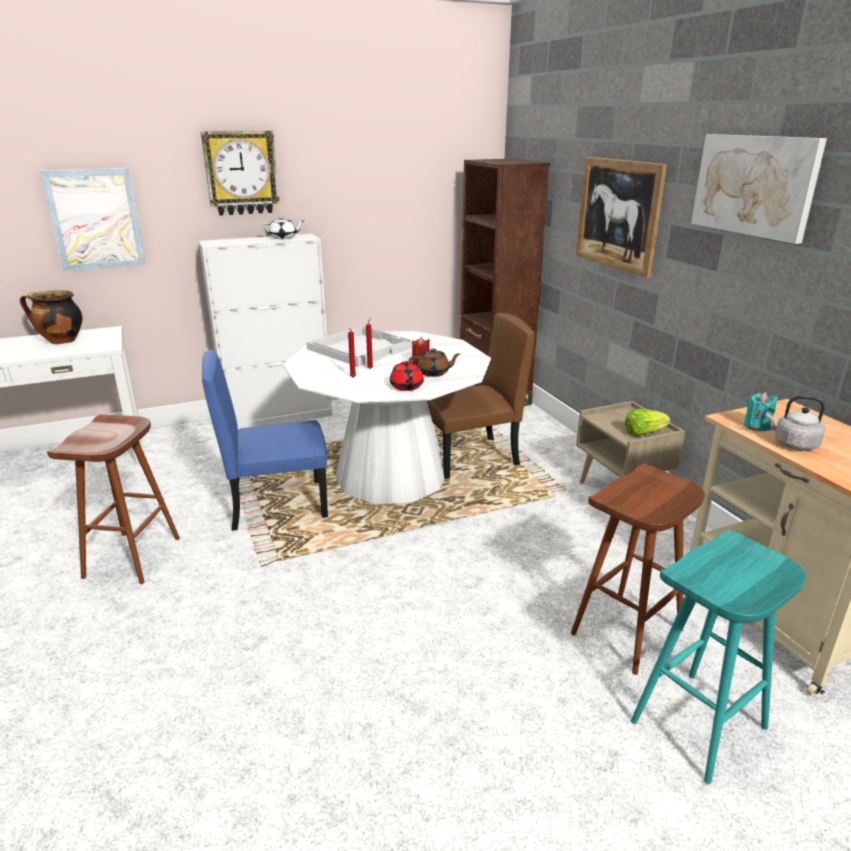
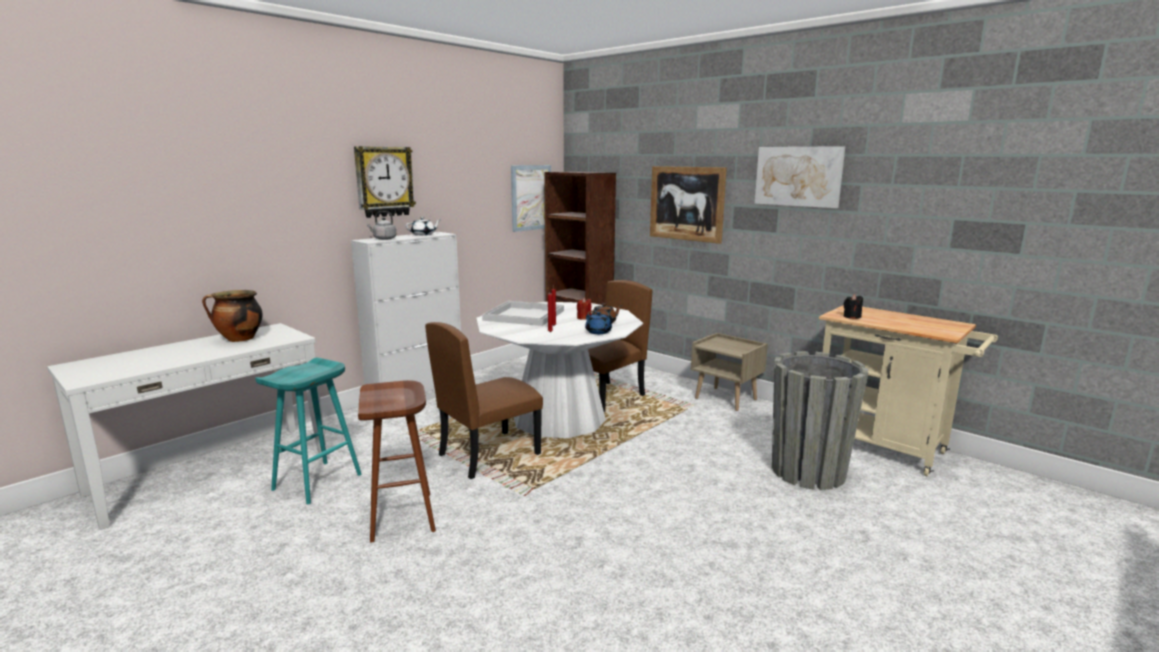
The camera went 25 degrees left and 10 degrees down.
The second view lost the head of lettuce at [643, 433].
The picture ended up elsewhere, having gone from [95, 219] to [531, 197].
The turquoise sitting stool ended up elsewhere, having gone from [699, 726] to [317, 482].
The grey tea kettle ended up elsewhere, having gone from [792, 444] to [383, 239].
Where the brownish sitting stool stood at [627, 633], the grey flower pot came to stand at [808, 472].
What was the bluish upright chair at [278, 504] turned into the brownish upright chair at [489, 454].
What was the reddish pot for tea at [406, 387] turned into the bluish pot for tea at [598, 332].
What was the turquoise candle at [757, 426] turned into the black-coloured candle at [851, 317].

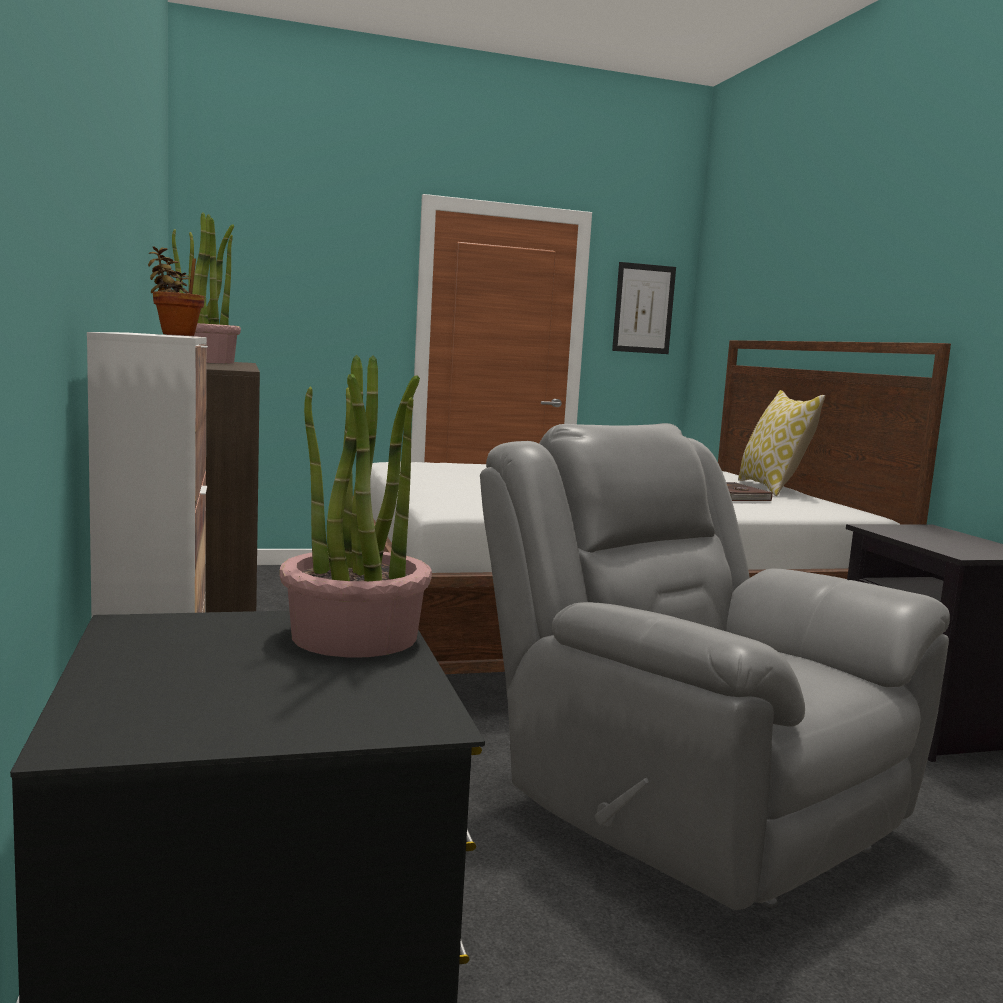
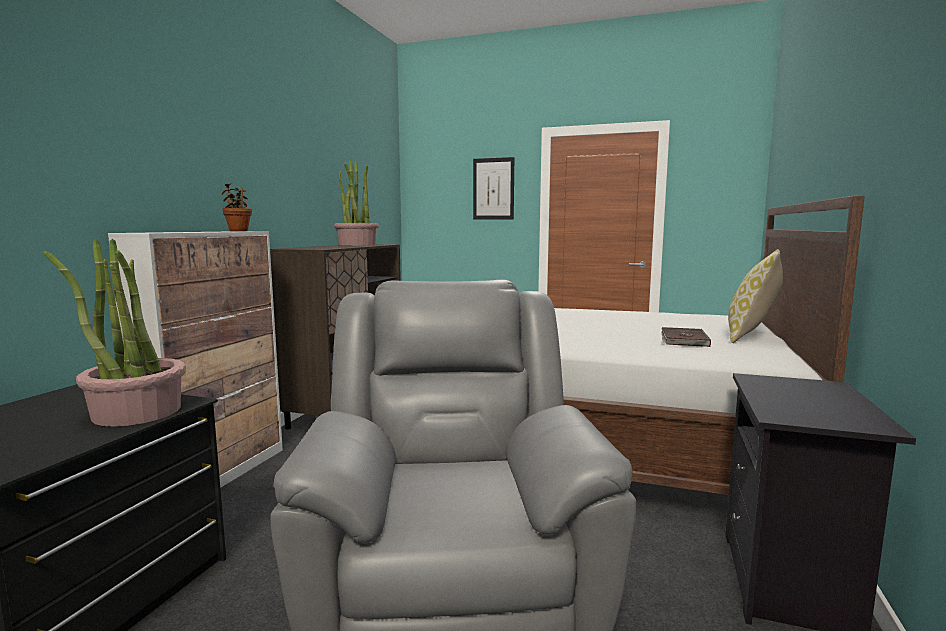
The camera went 35 degrees right and 0 degrees up.
The picture ended up elsewhere, having gone from [643, 308] to [493, 189].

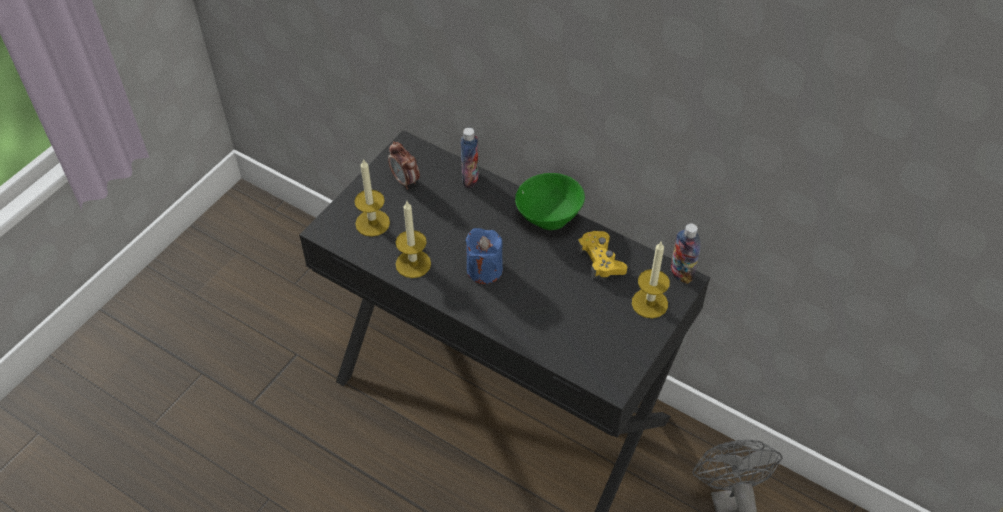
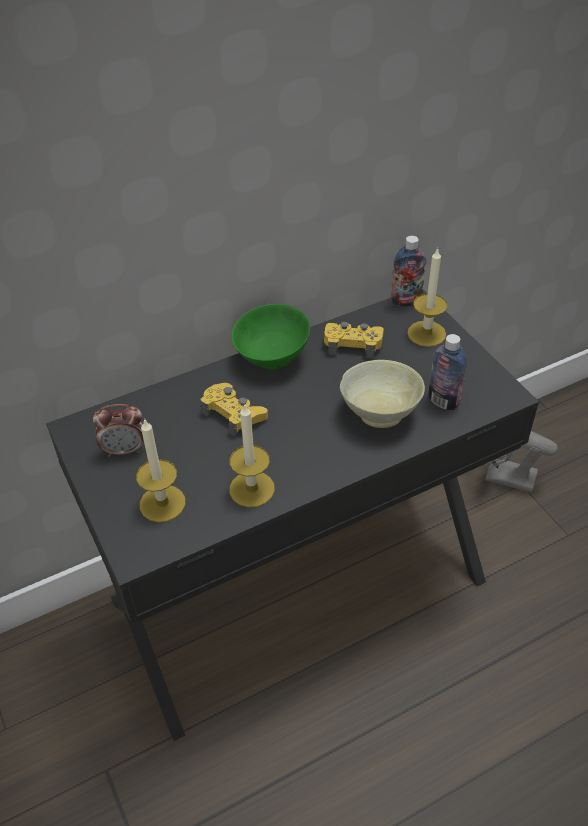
The camera went 60 degrees left and 5 degrees down.
The second view lost the bluish candle at [484, 269].
The second view gained the yellow-coloured joypad at [233, 414].
The second view gained the beige serving bowl at [381, 412].
The beverage bottle ended up elsewhere, having gone from [470, 179] to [443, 401].

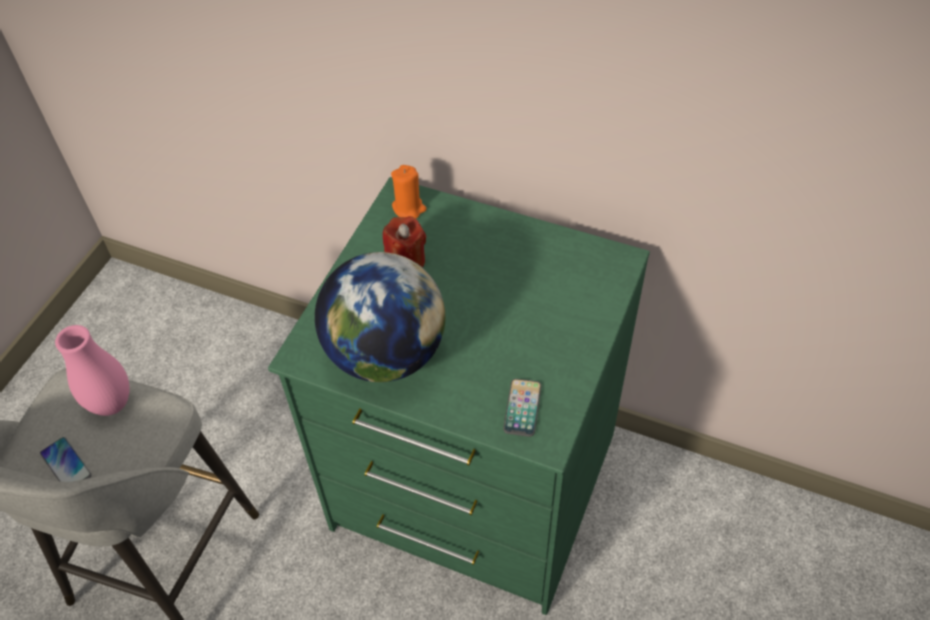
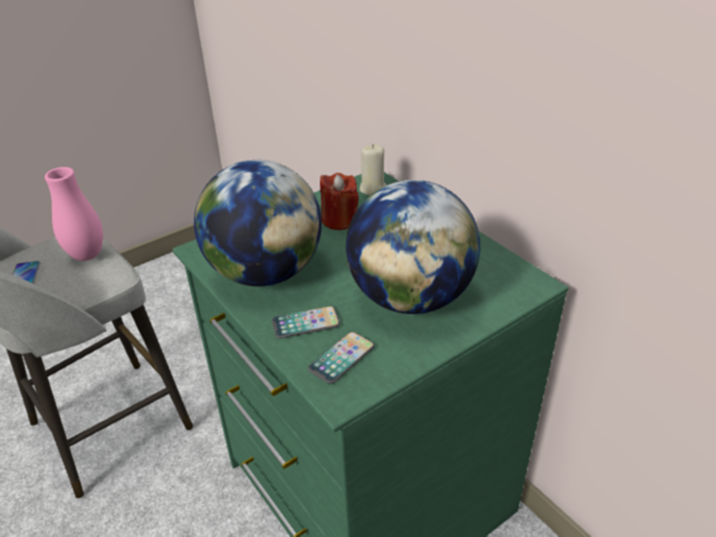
The camera went 30 degrees right and 15 degrees down.
The second view gained the phone at [305, 323].
The second view gained the desk globe at [410, 298].
What was the orange-coloured candle at [409, 208] turned into the beige candle at [373, 189].

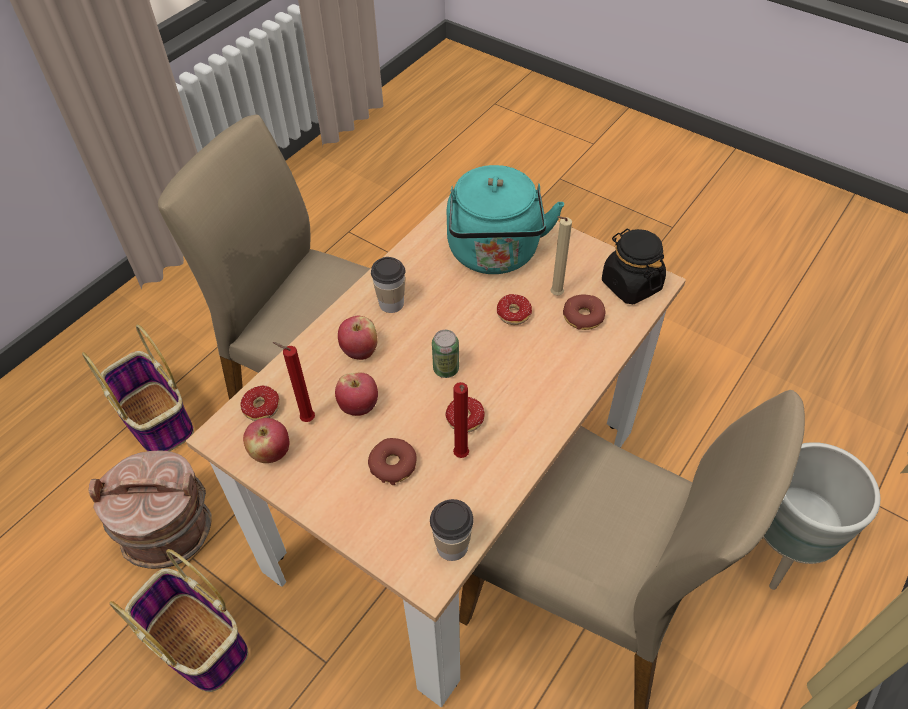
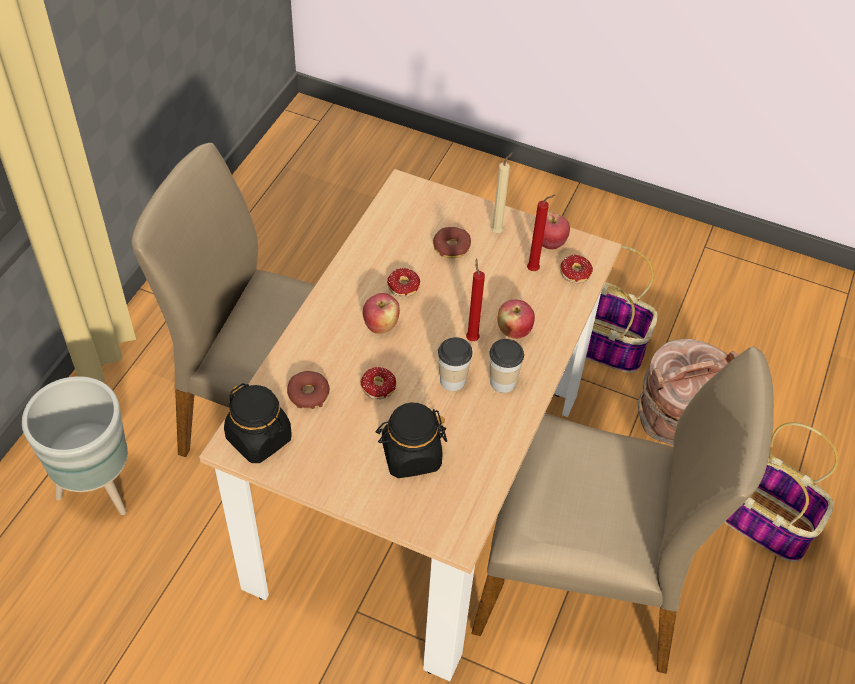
The camera went 165 degrees right and 0 degrees up.
The second view lost the can at [446, 369].
The apple fruit ended up elsewhere, having gone from [359, 406] to [381, 325].
The cup ended up elsewhere, having gone from [452, 546] to [452, 380].
The reddish candle ended up elsewhere, having gone from [461, 457] to [471, 337].
The beige candle ended up elsewhere, having gone from [554, 295] to [498, 231].
Where the turquoise tea kettle stood at [495, 254], the black-coloured jar came to stand at [411, 456].

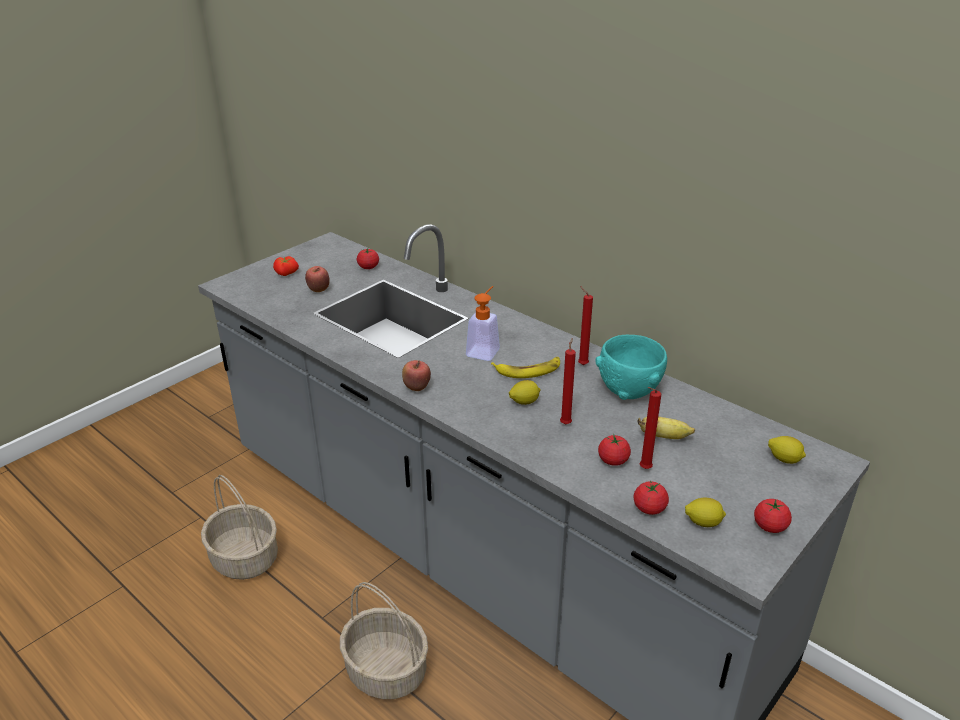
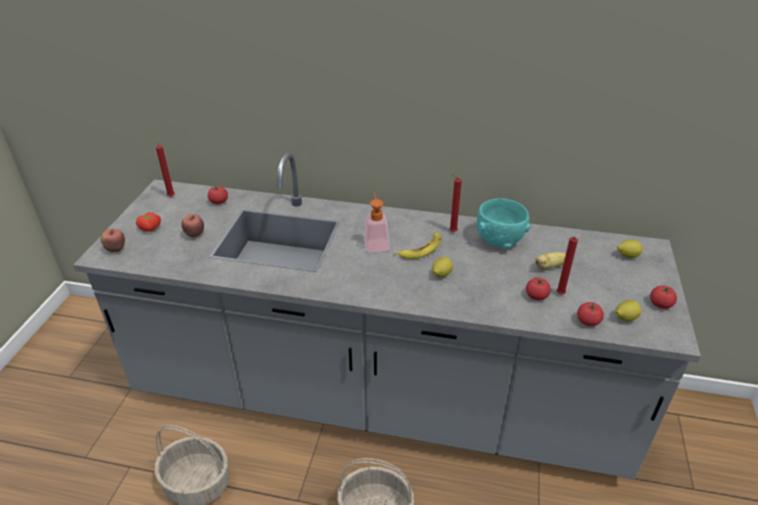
The camera went 30 degrees left and 5 degrees up.
The apple fruit ended up elsewhere, having gone from [416, 388] to [116, 250].
The reddish candle ended up elsewhere, having gone from [566, 423] to [171, 196].

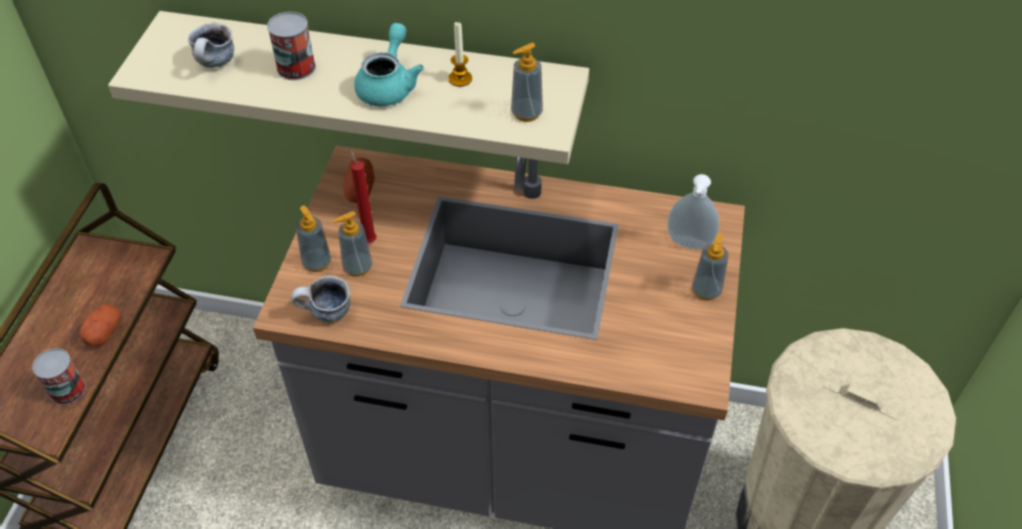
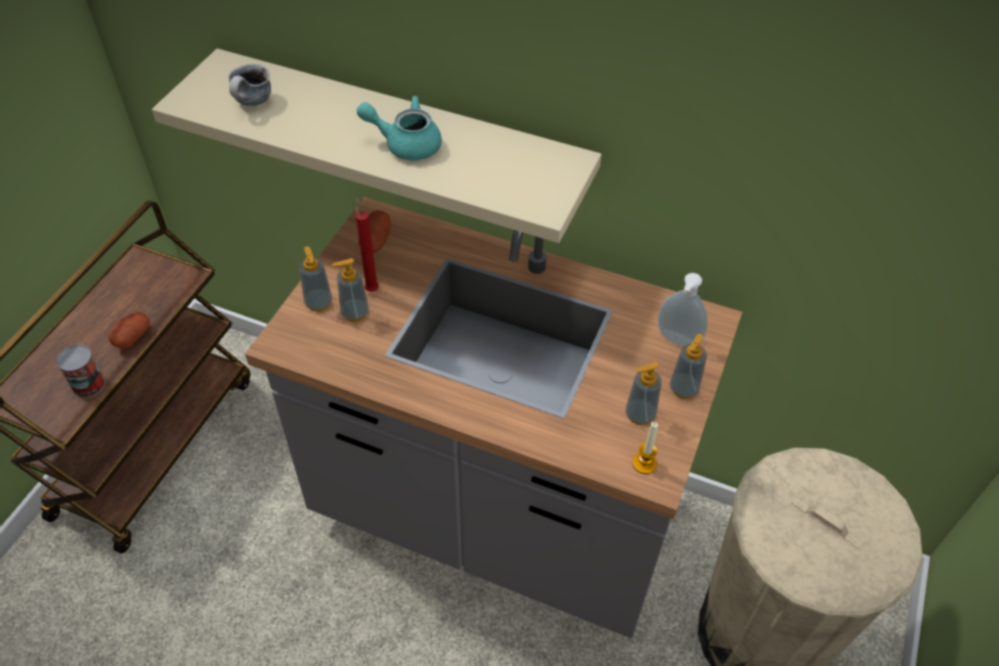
The camera went 10 degrees right and 0 degrees up.
The second view lost the can at [296, 67].
The second view lost the mug at [325, 314].
The candle ended up elsewhere, having gone from [460, 79] to [644, 463].
The soap dispenser ended up elsewhere, having gone from [526, 113] to [640, 414].
The turquoise pot for tea at [389, 85] ended up facing another way, 105 degrees counterclockwise from before.

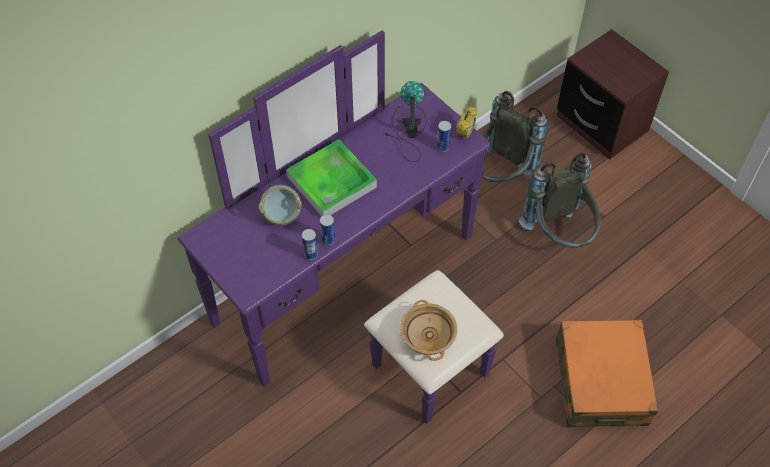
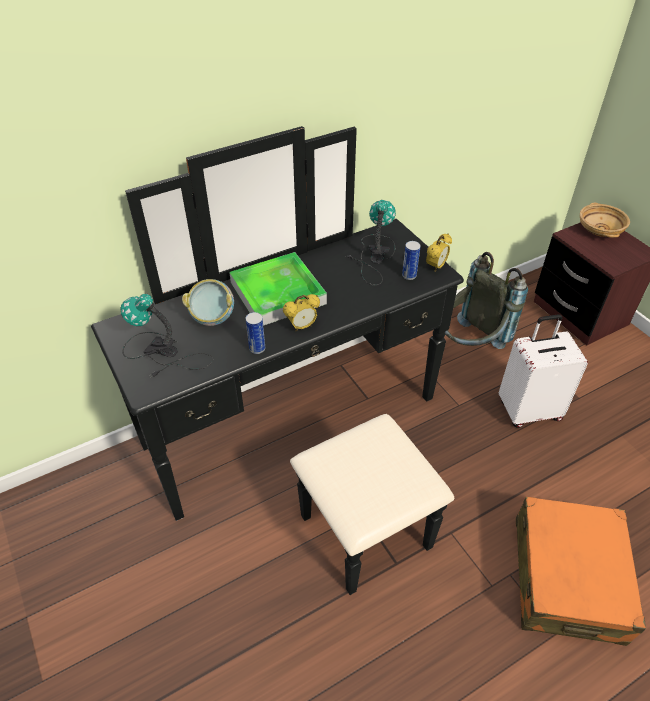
The camera went 10 degrees right and 10 degrees down.
The second view lost the can at [311, 254].
The second view gained the lamp for a table at [163, 353].
The second view gained the bedside clock at [302, 326].
The beige serving bowl ended up elsewhere, having gone from [427, 336] to [599, 229].
Where the grey backpack stood at [559, 235], the whitish piece of luggage came to stand at [528, 410].
What was the purplish chest of drawers at [364, 298] turned into the black-coloured chest of drawers at [308, 443].

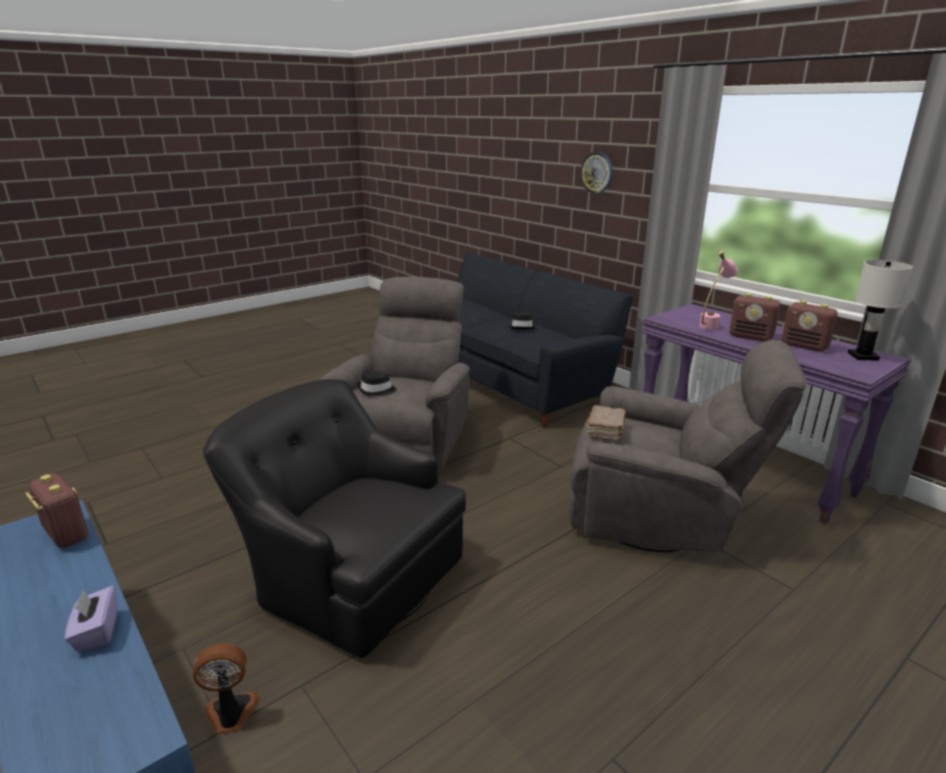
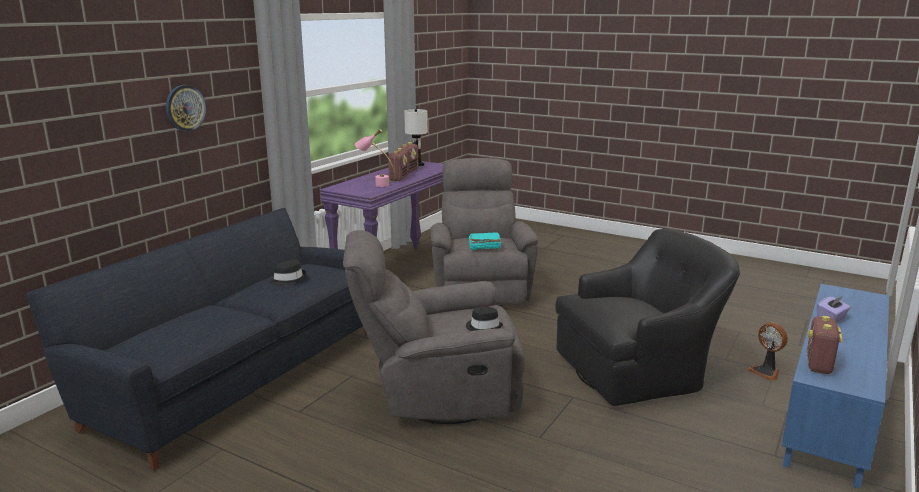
The camera went 110 degrees left and 5 degrees down.
What was the brownish book at [606, 430] turned into the turquoise book at [484, 247].
The black-coloured lounge chair at [349, 575] ended up facing another way, 120 degrees counterclockwise from before.

